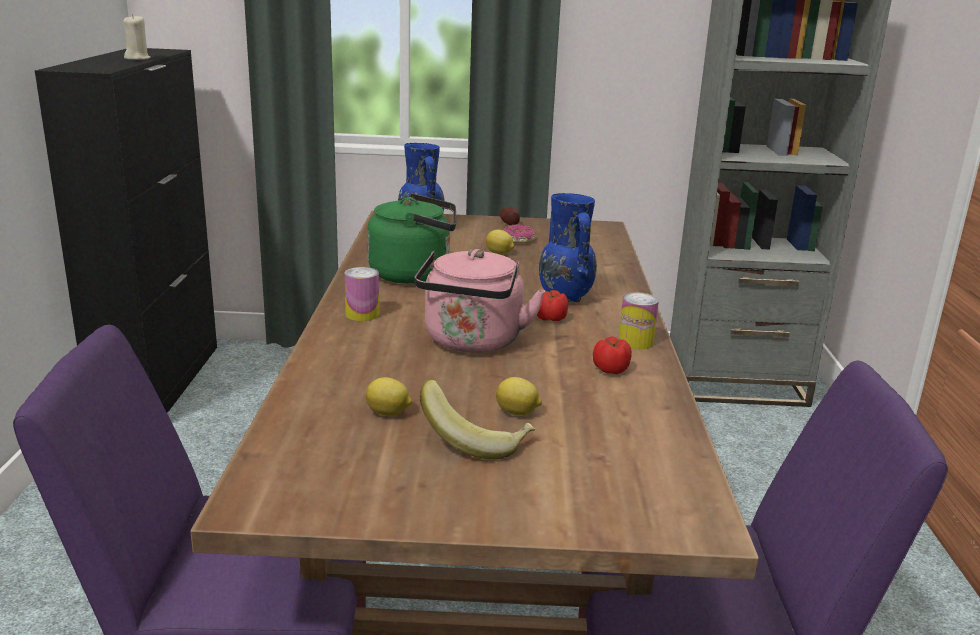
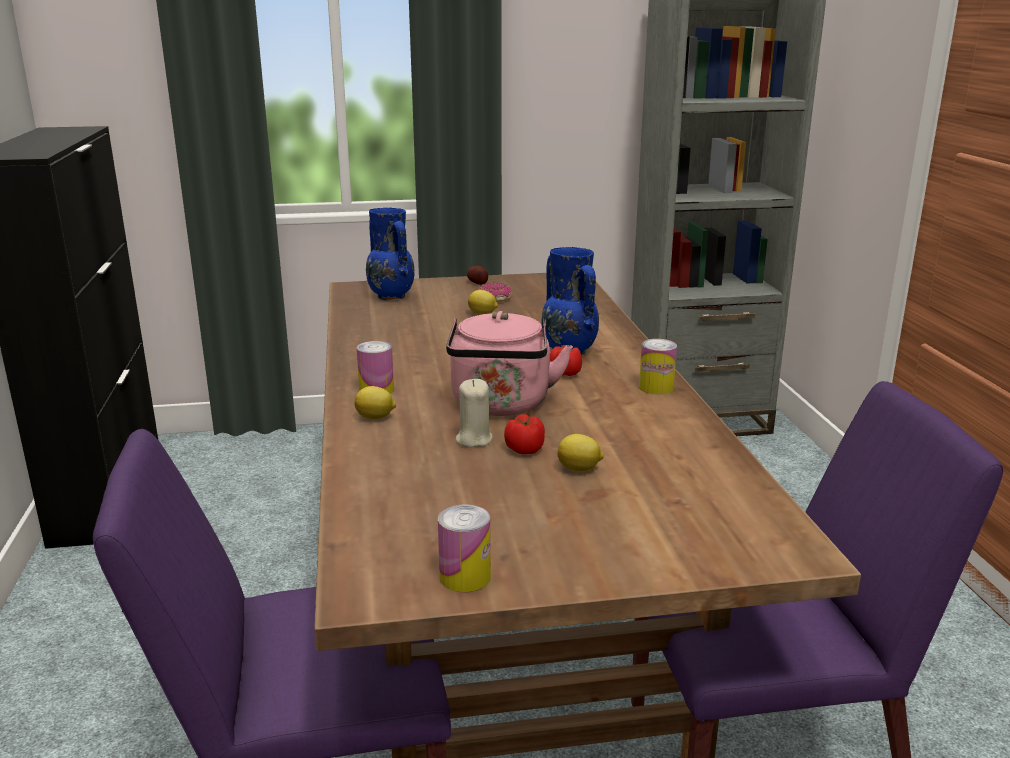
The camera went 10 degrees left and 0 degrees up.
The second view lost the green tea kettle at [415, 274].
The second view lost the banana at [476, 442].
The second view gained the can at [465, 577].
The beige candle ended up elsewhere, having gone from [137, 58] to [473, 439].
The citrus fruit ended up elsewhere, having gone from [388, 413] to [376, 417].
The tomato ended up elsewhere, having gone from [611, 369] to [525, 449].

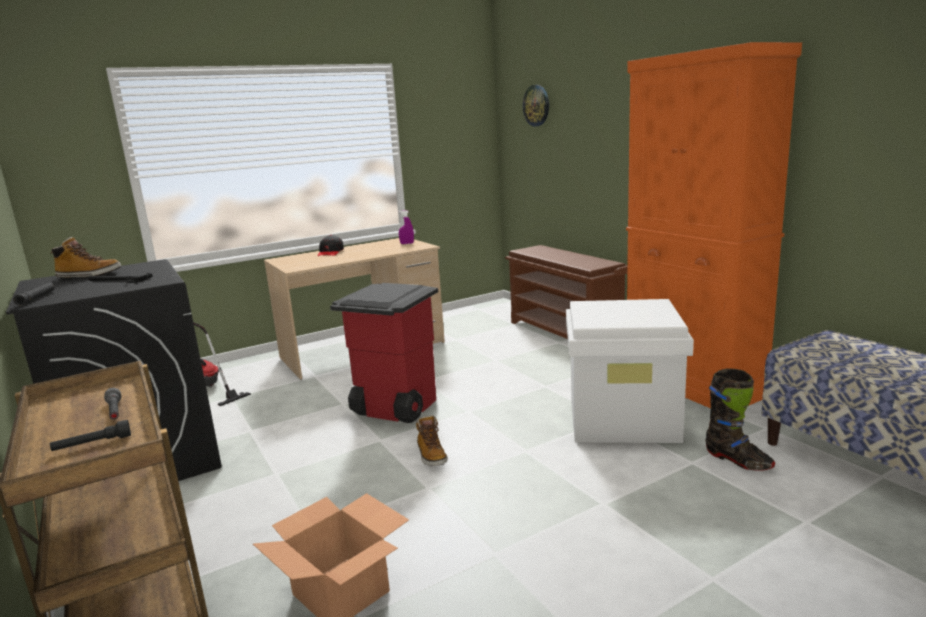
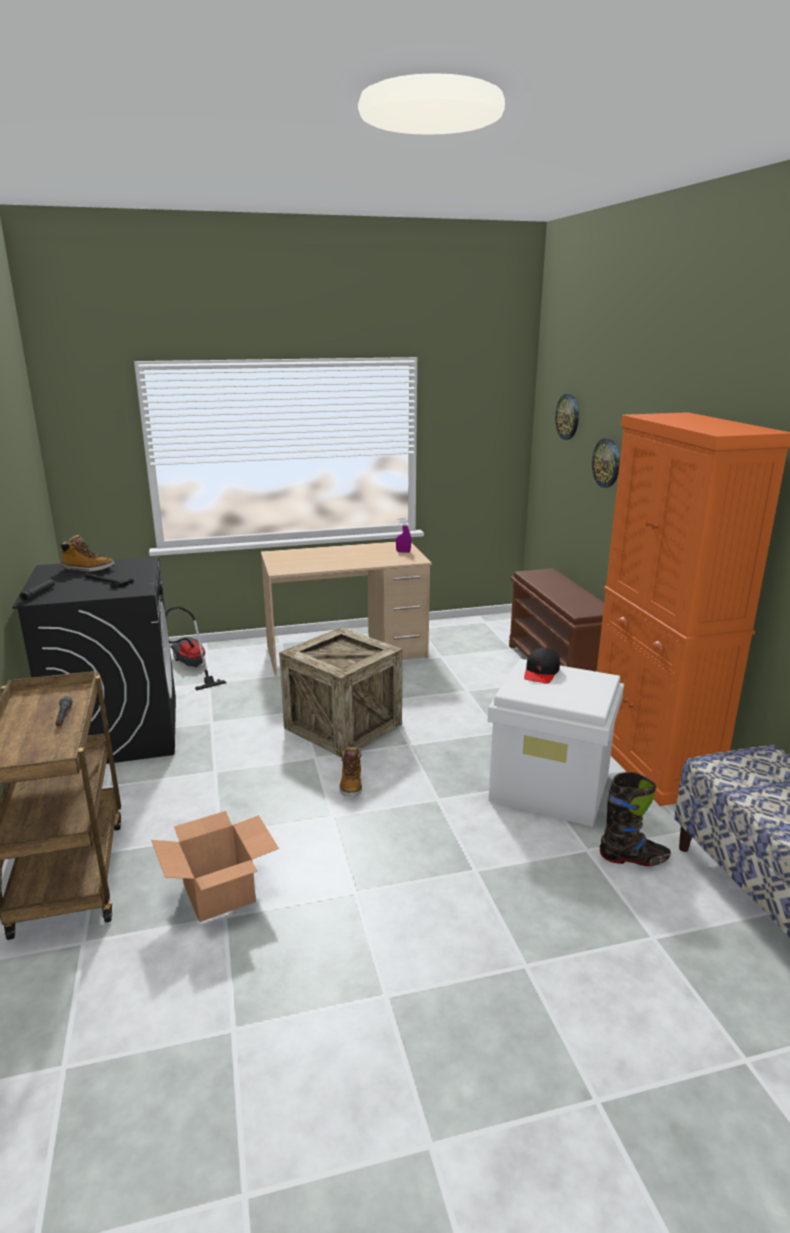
The camera went 15 degrees right and 5 degrees up.
The second view lost the black-coloured torch at [93, 444].
The second view gained the wall clock at [607, 463].
The black-coloured baseball cap ended up elsewhere, having gone from [330, 252] to [541, 672].
Where the reddish rubbish bin stood at [394, 408], the crate came to stand at [343, 726].
The black-coloured boot at [737, 460] ended up facing another way, 60 degrees counterclockwise from before.

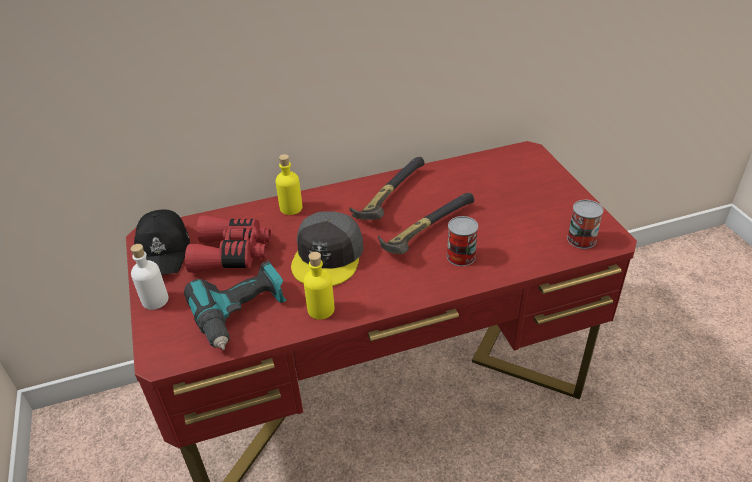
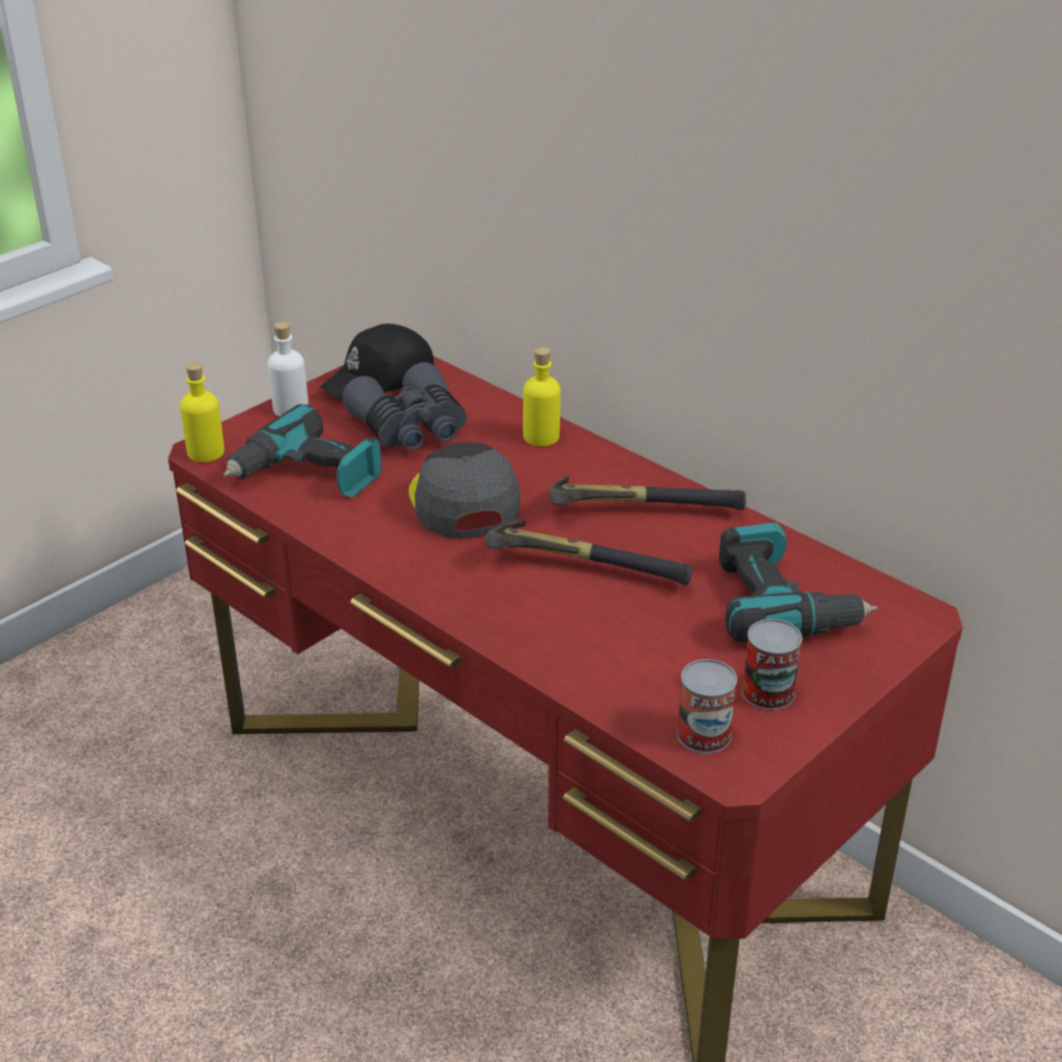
The camera went 60 degrees right and 5 degrees down.
The second view gained the electric drill at [781, 604].
The yellow-coloured beverage bottle ended up elsewhere, having gone from [321, 309] to [206, 452].
The can ended up elsewhere, having gone from [461, 256] to [768, 692].
What was the reddish field glasses at [232, 254] turned into the grey field glasses at [410, 428].
The grey baseball cap at [328, 256] ended up facing another way, 90 degrees clockwise from before.

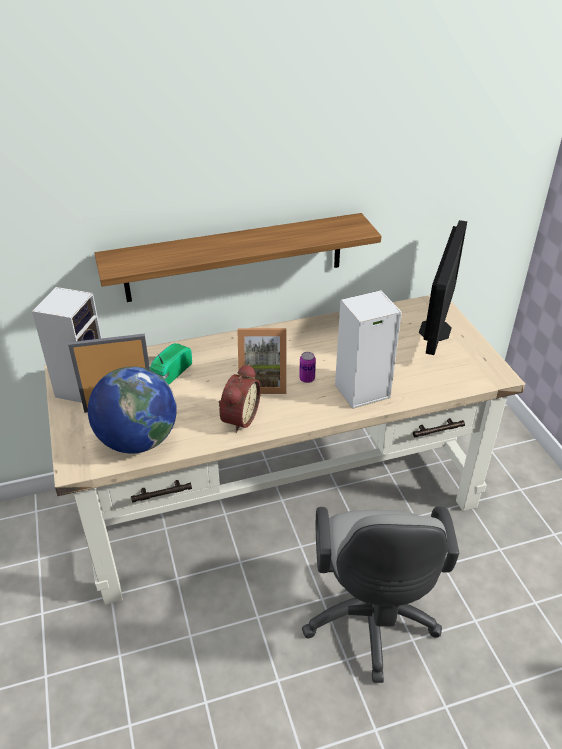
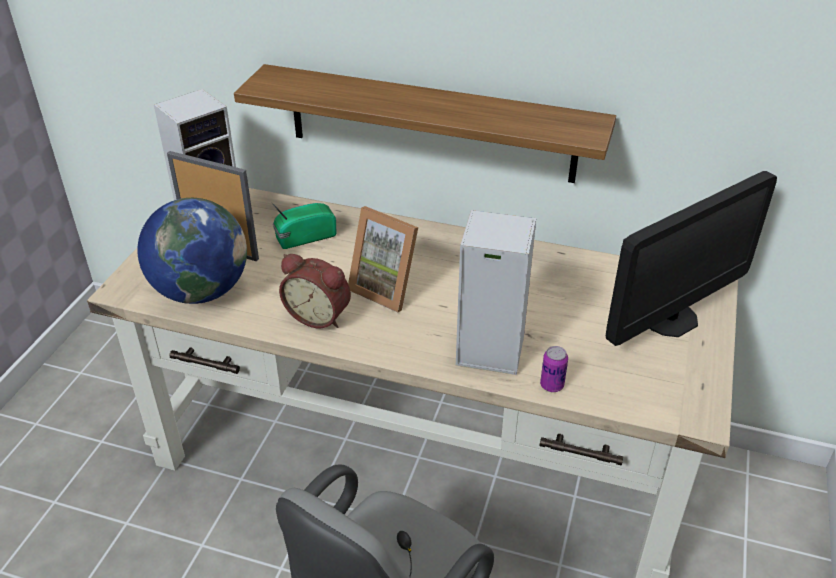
The camera went 35 degrees right and 0 degrees up.
The can ended up elsewhere, having gone from [307, 379] to [551, 385].
The bedside clock at [238, 418] ended up facing another way, 60 degrees clockwise from before.

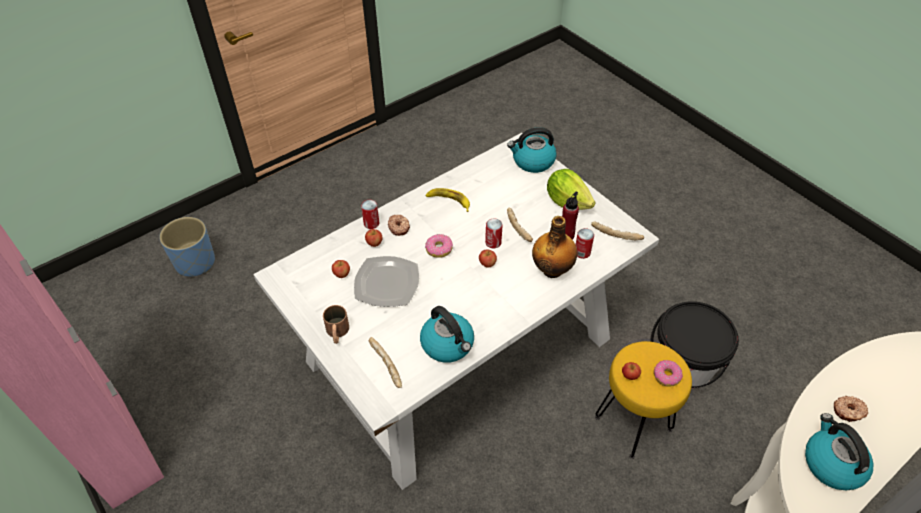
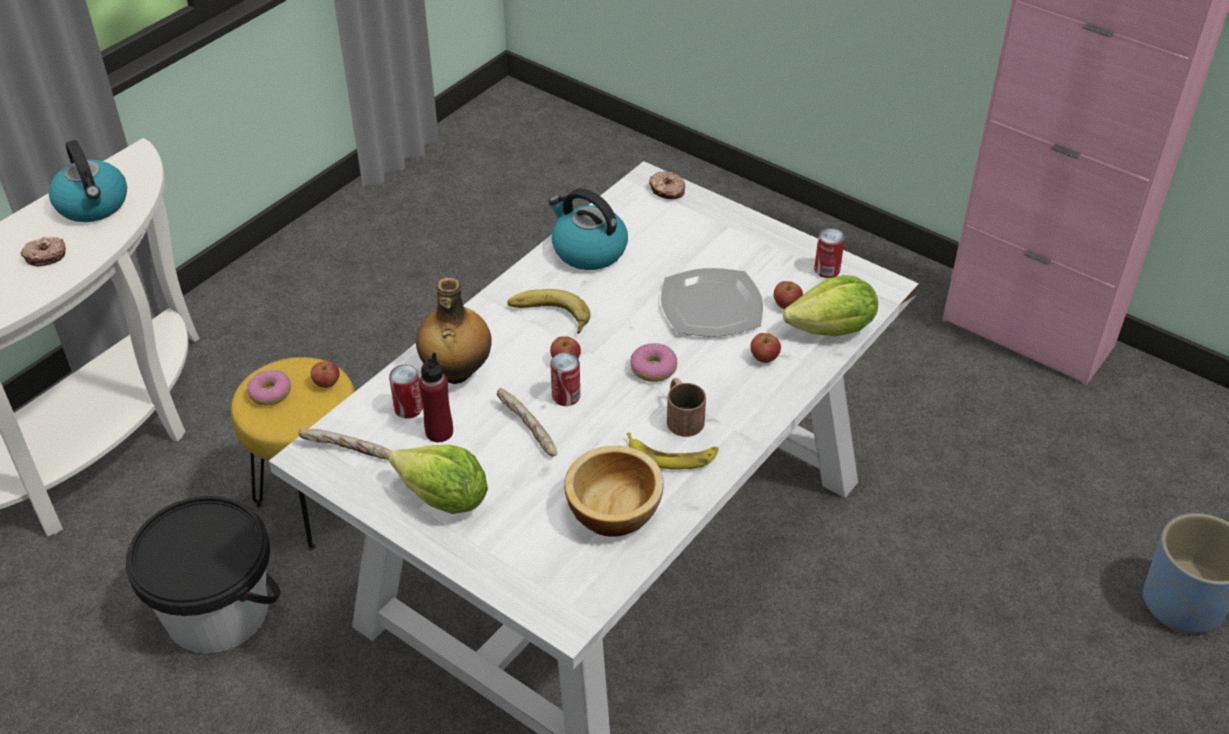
The camera went 165 degrees right and 5 degrees down.
The second view lost the bread at [385, 366].
The second view lost the tea kettle at [532, 161].
The second view gained the banana at [548, 317].
The second view gained the serving bowl at [613, 508].
The second view gained the head of lettuce at [832, 330].
The brownish mug ended up elsewhere, having gone from [337, 333] to [682, 416].
The can ended up elsewhere, having gone from [371, 223] to [827, 270].
The doughnut ended up elsewhere, having gone from [399, 227] to [667, 190].

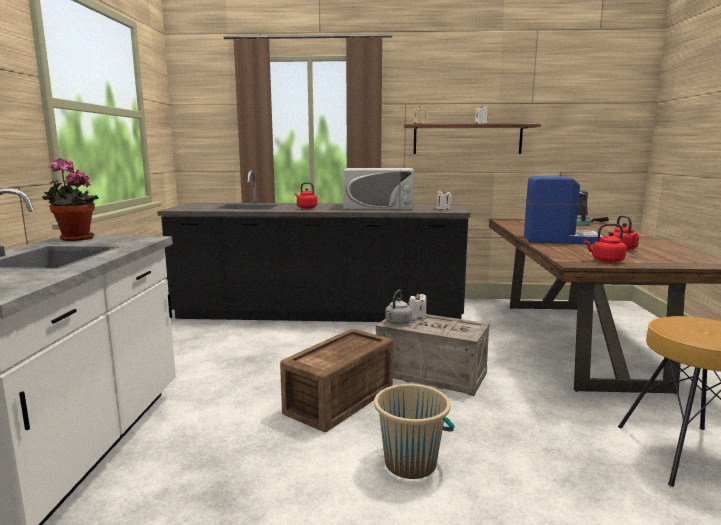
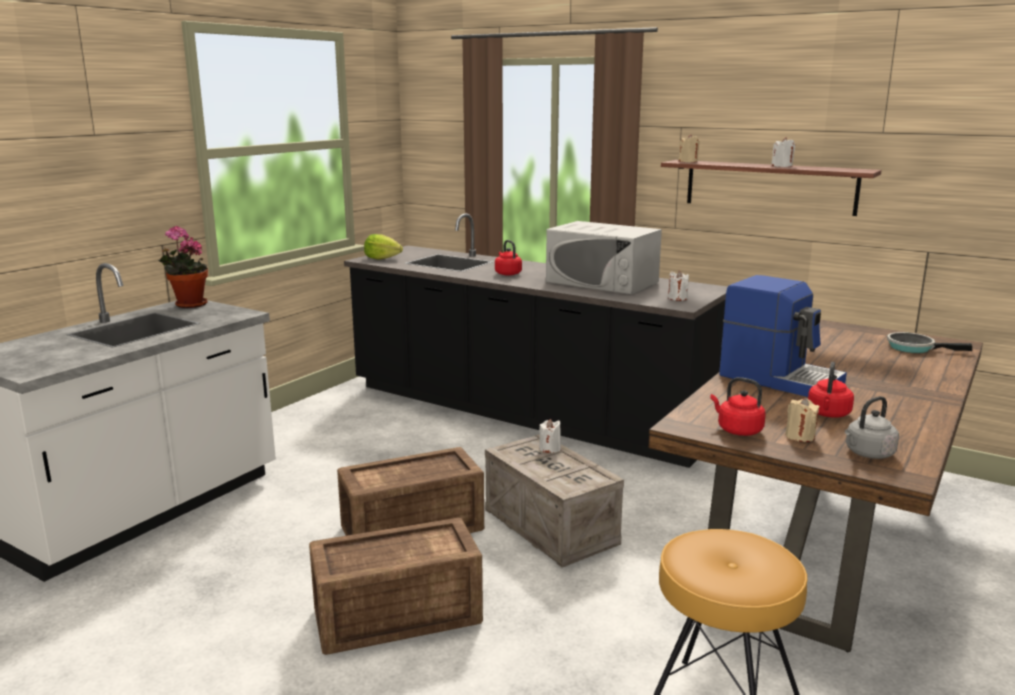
The camera went 30 degrees right and 5 degrees up.
The second view gained the head of lettuce at [382, 258].
The second view gained the beige candle at [800, 436].
The grey tea kettle ended up elsewhere, having gone from [397, 323] to [867, 454].
Where the beige bucket stood at [411, 463], the crate came to stand at [394, 615].

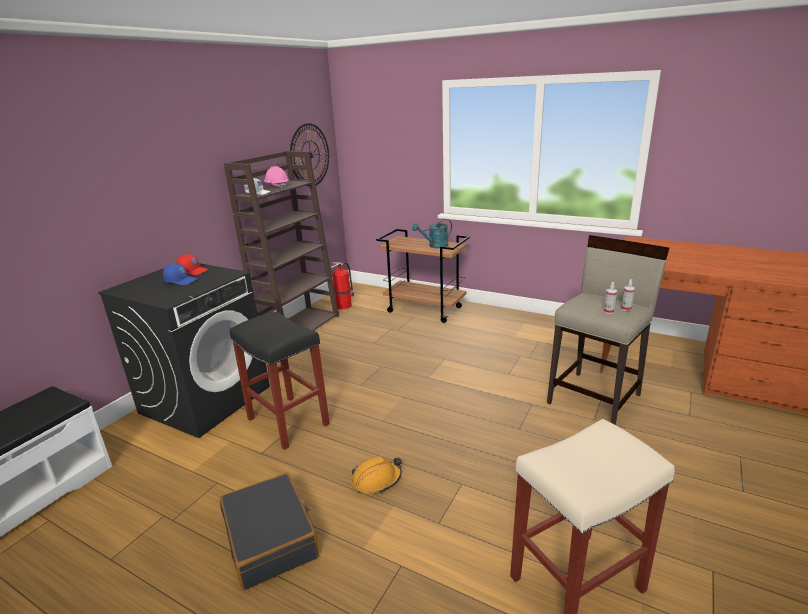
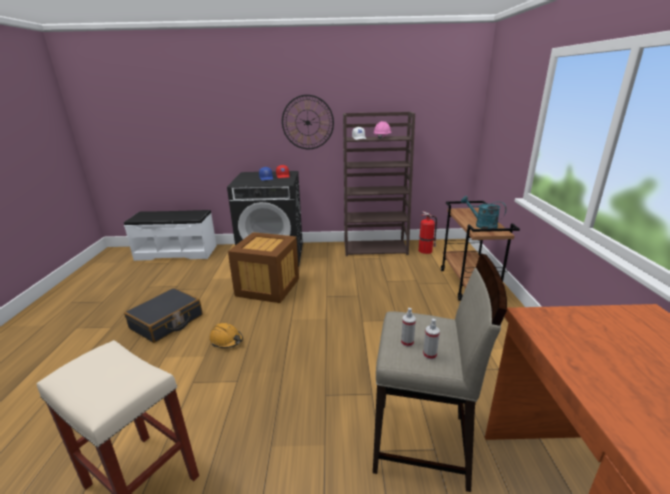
The camera went 60 degrees right and 0 degrees up.
The wall clock ended up elsewhere, having gone from [310, 155] to [307, 122].
Where the black-coloured sitting stool stood at [289, 422], the crate came to stand at [268, 287].

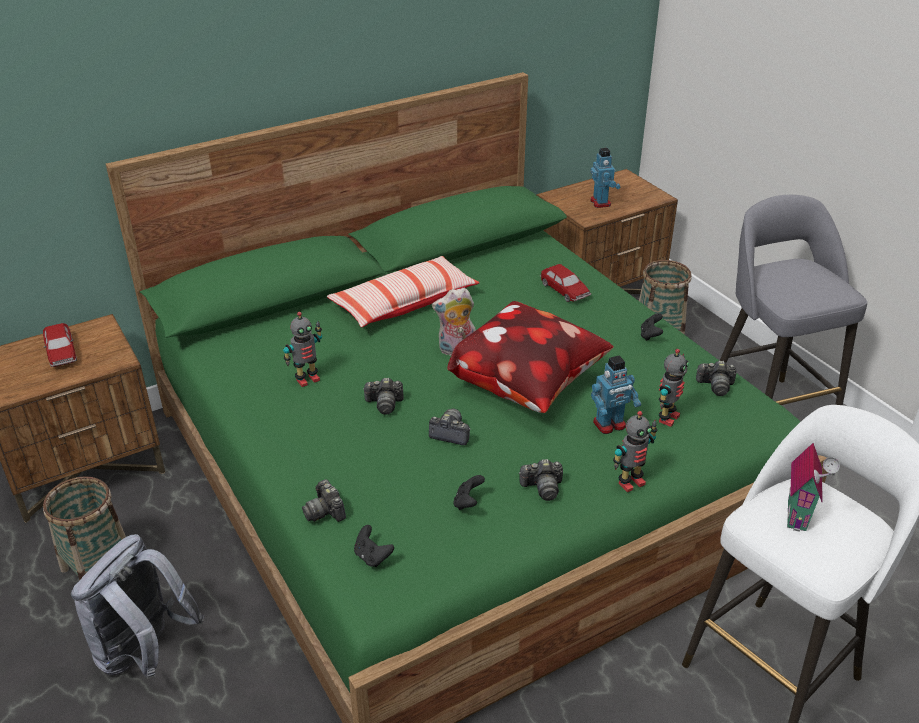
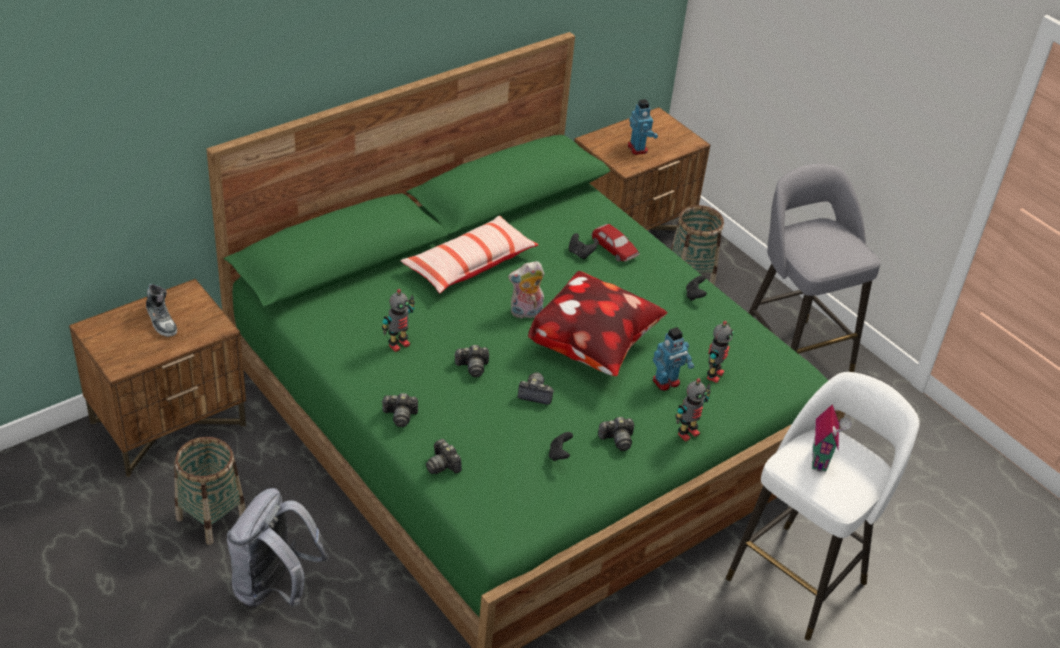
The camera went 10 degrees left and 5 degrees up.
The black-coloured joypad ended up elsewhere, having gone from [372, 557] to [580, 254].
The still camera ended up elsewhere, having gone from [715, 386] to [400, 416].
Where the model car stood at [61, 352], the low shoe came to stand at [161, 320].

